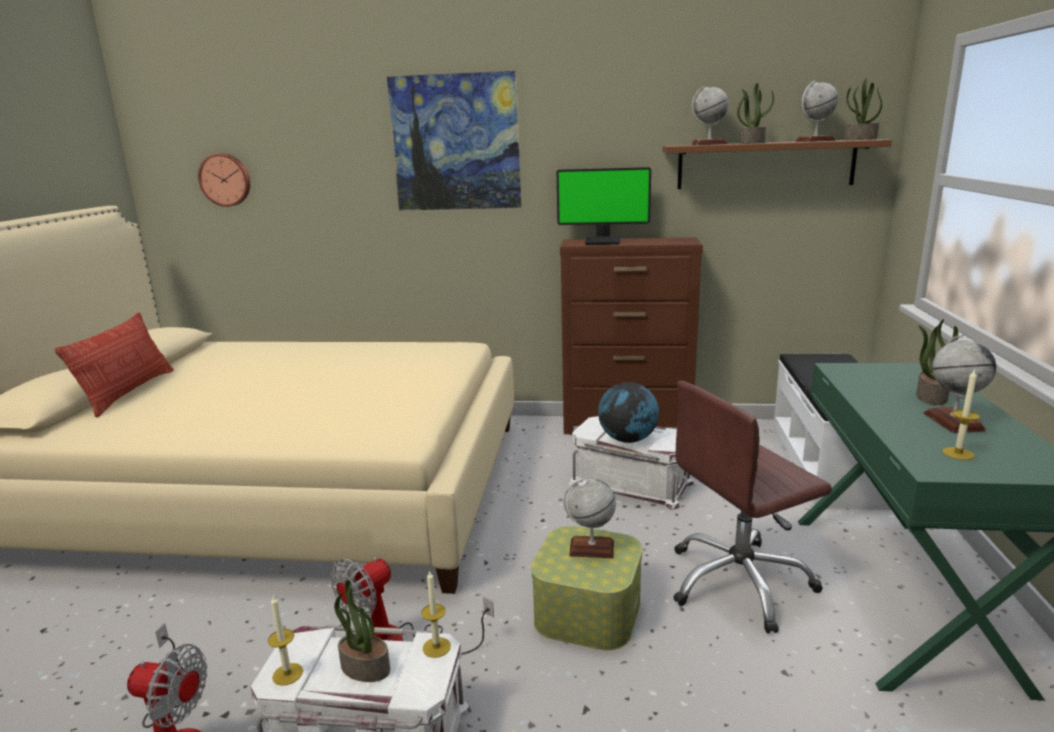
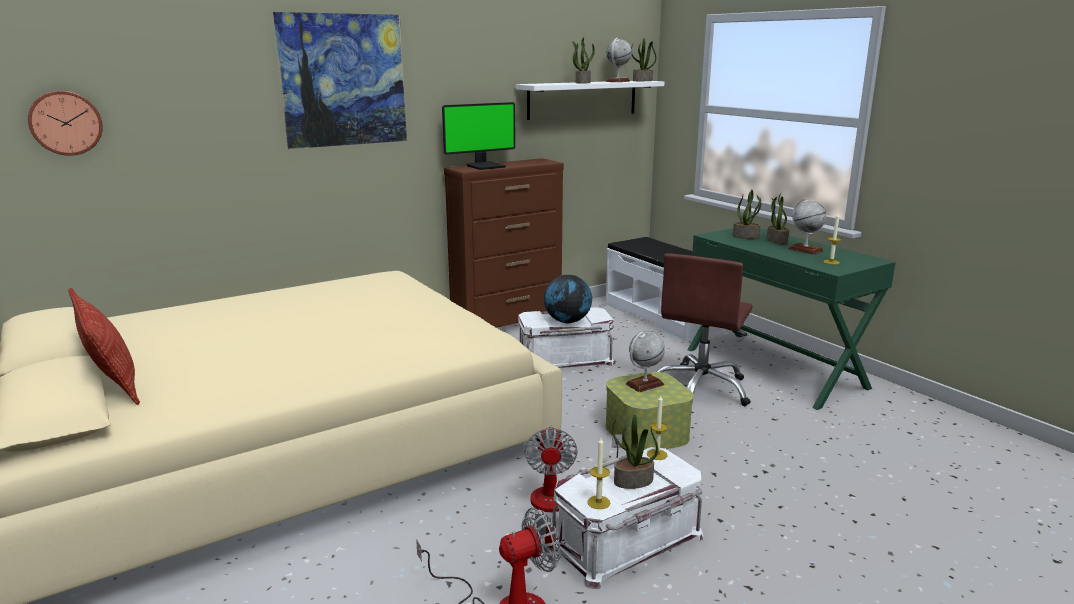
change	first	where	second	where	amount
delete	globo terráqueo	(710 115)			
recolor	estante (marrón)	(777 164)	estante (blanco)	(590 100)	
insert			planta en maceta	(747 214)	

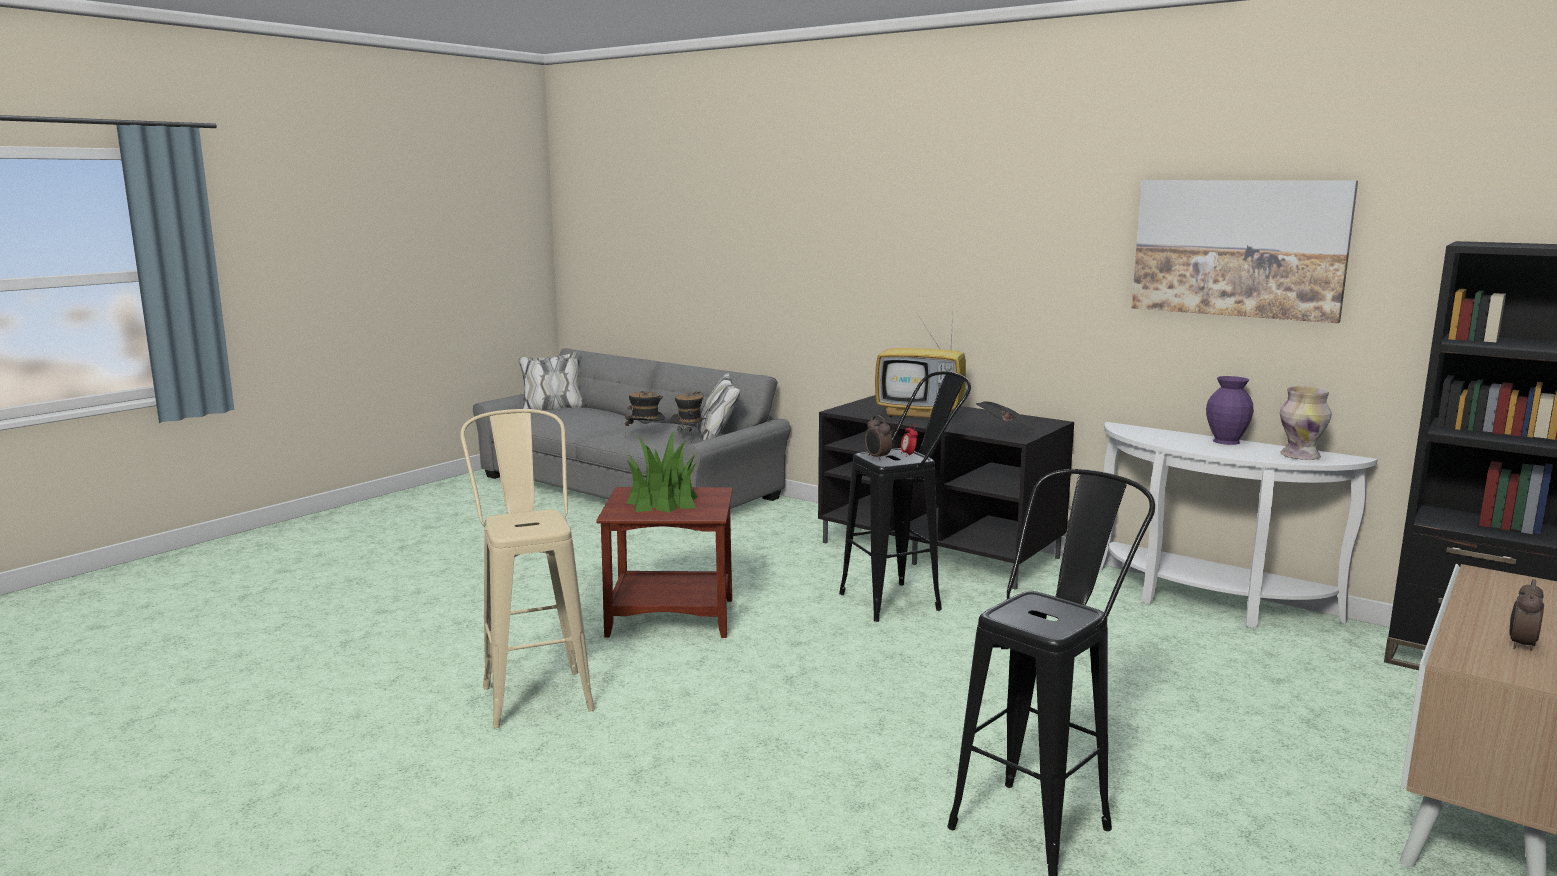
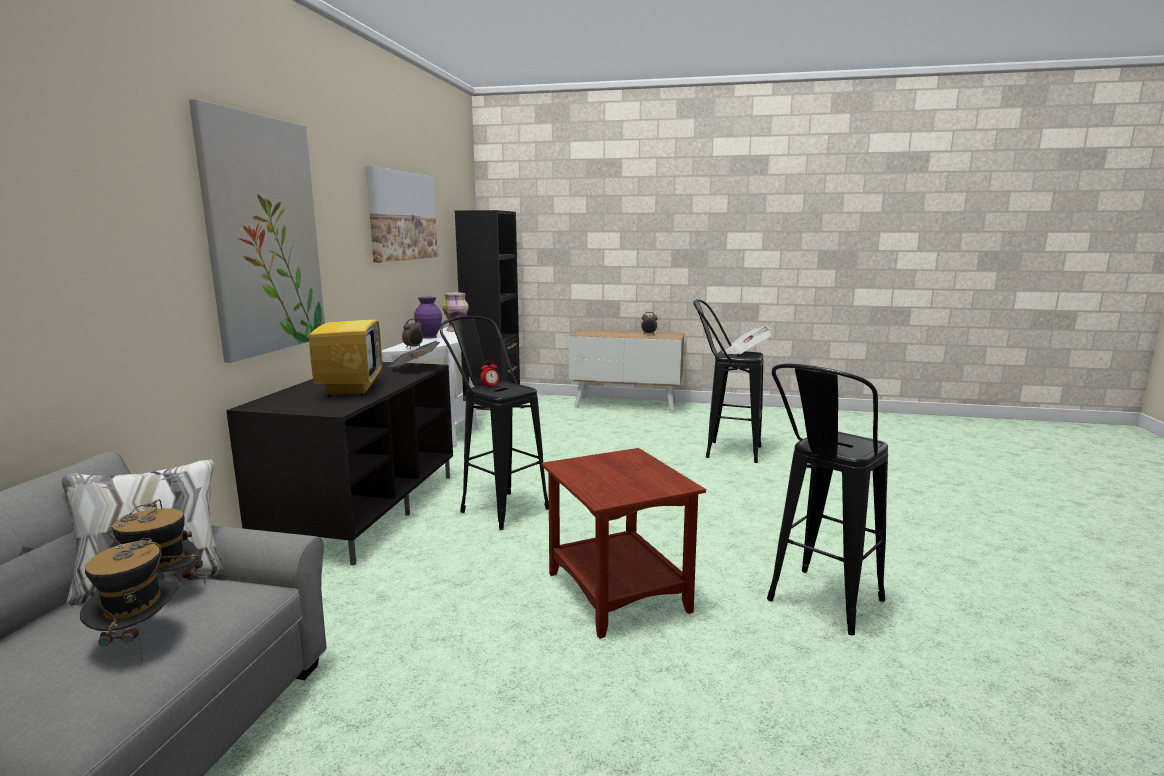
change	first	where	second	where	amount
recolor	taburete (beis)	(527 568)	taburete (negro)	(827 499)	
move	despertador	(878 437)		(412 334)	
delete	planta en maceta	(662 472)			
insert			cuadro	(257 231)	
insert			periódico	(747 341)	

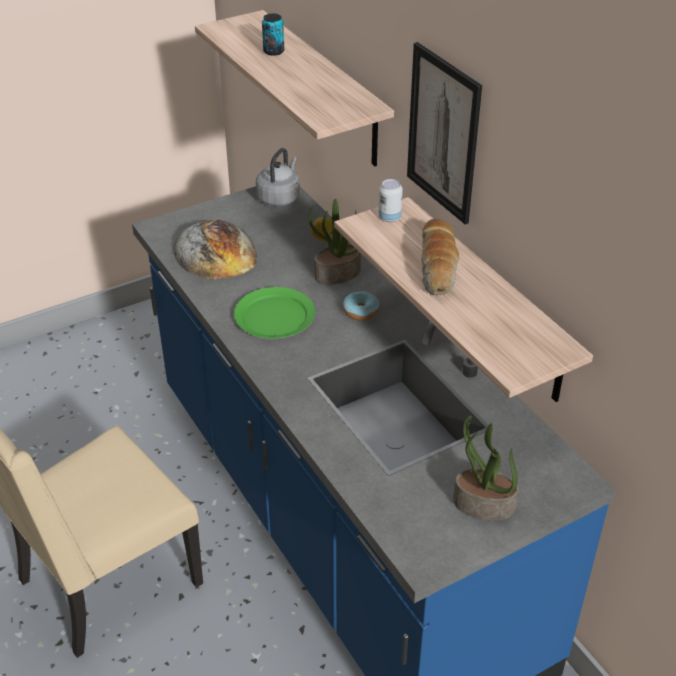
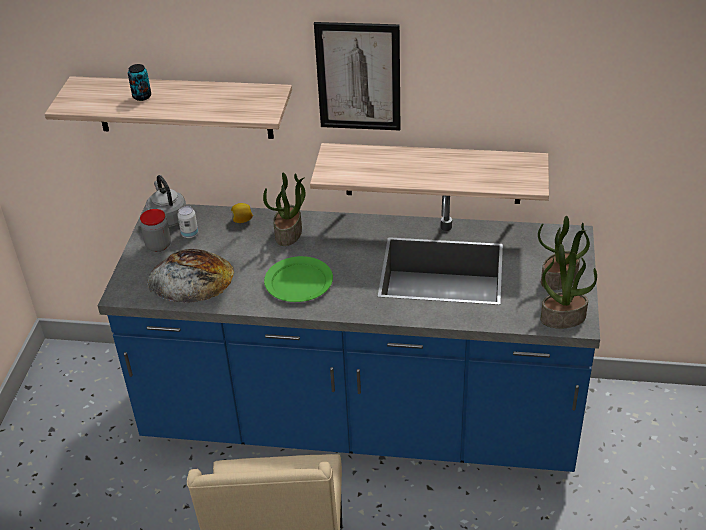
change	first	where	second	where	amount
move	lata	(391 200)		(187 222)	
delete	pan	(440 256)			
delete	rosquilla	(361 306)			
insert			tarro	(155 230)	
insert			planta en maceta	(568 286)	

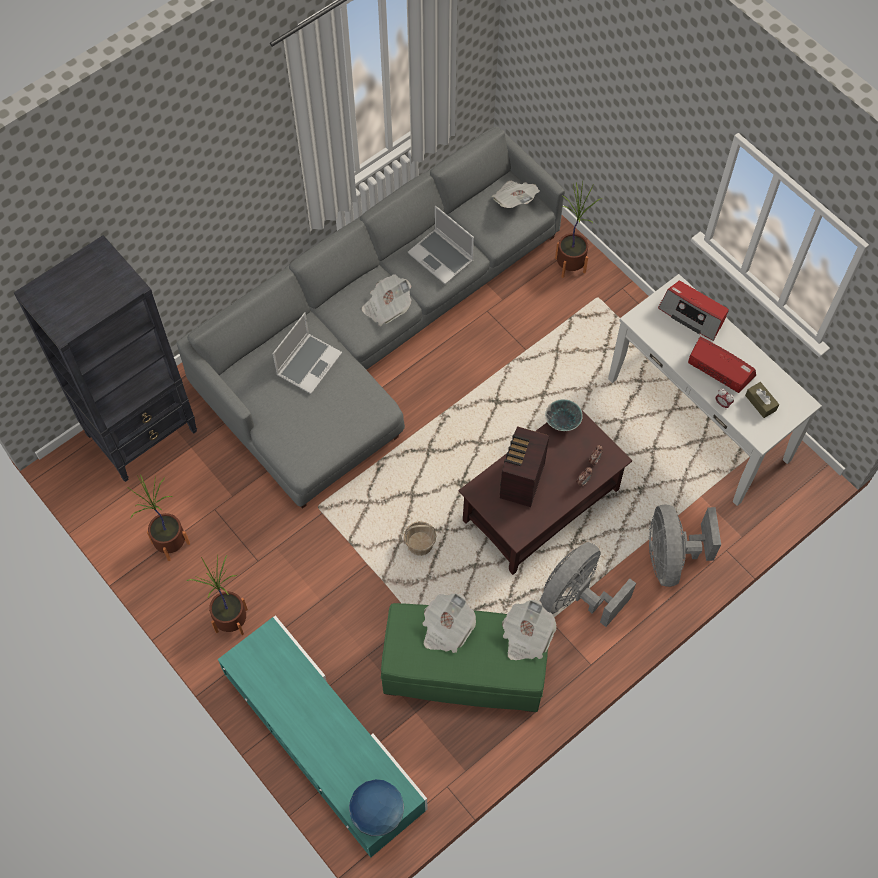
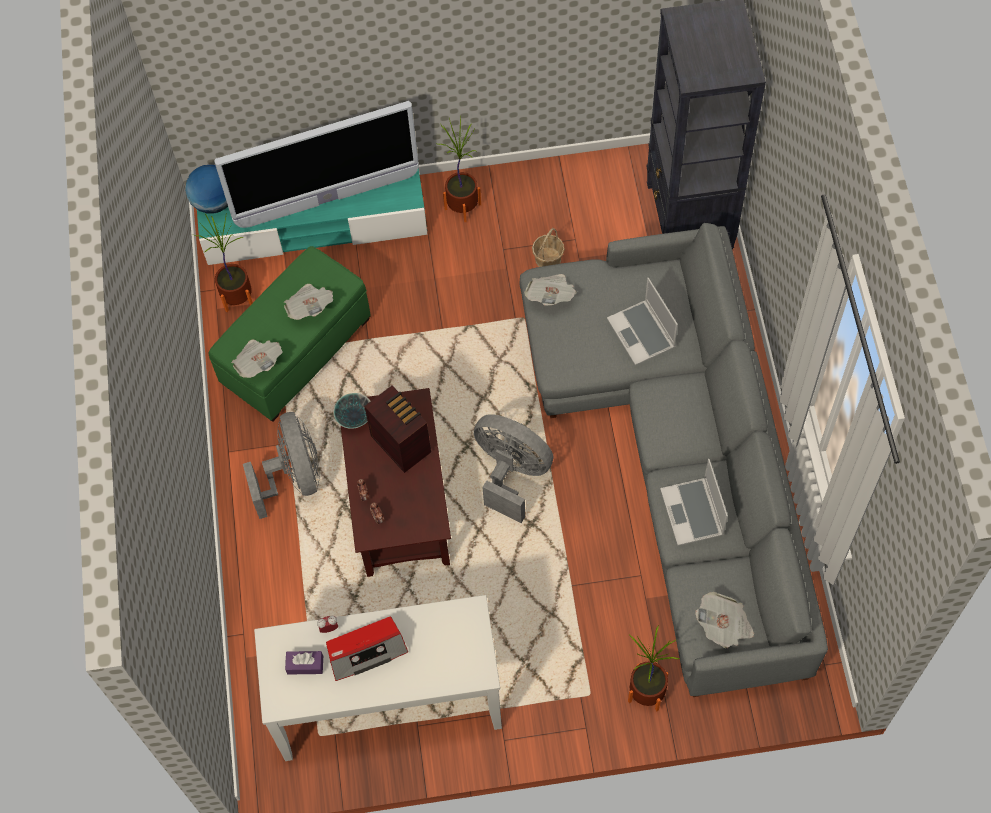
change	first	where	second	where	amount
rotate	portátil	(441 245)		(694 502)	90 degrees counterclockwise
move	periódico	(387 300)		(550 290)	
delete	radio	(693 311)			
recolor	caja de pañuelos (marrón)	(762 400)	caja de pañuelos (morado)	(304 662)	
move	cuenco	(564 415)		(351 411)	
move	planta en maceta	(159 517)		(223 262)	
move	ventilador (gris)	(685 545)		(514 468)	
move	cesta	(420 538)		(548 247)	
insert			televisor	(317 164)	

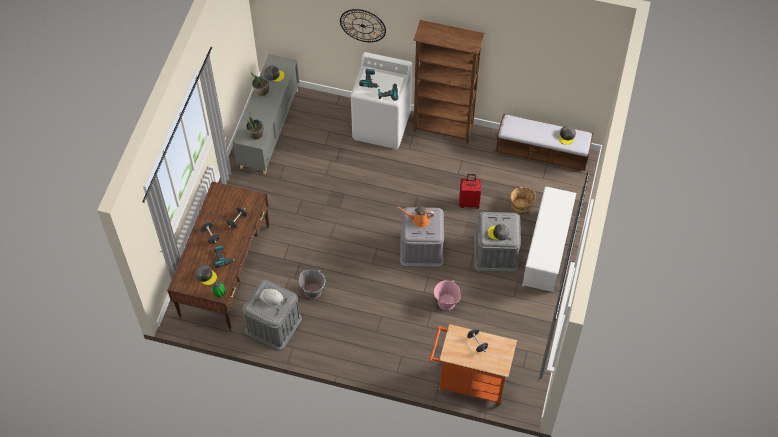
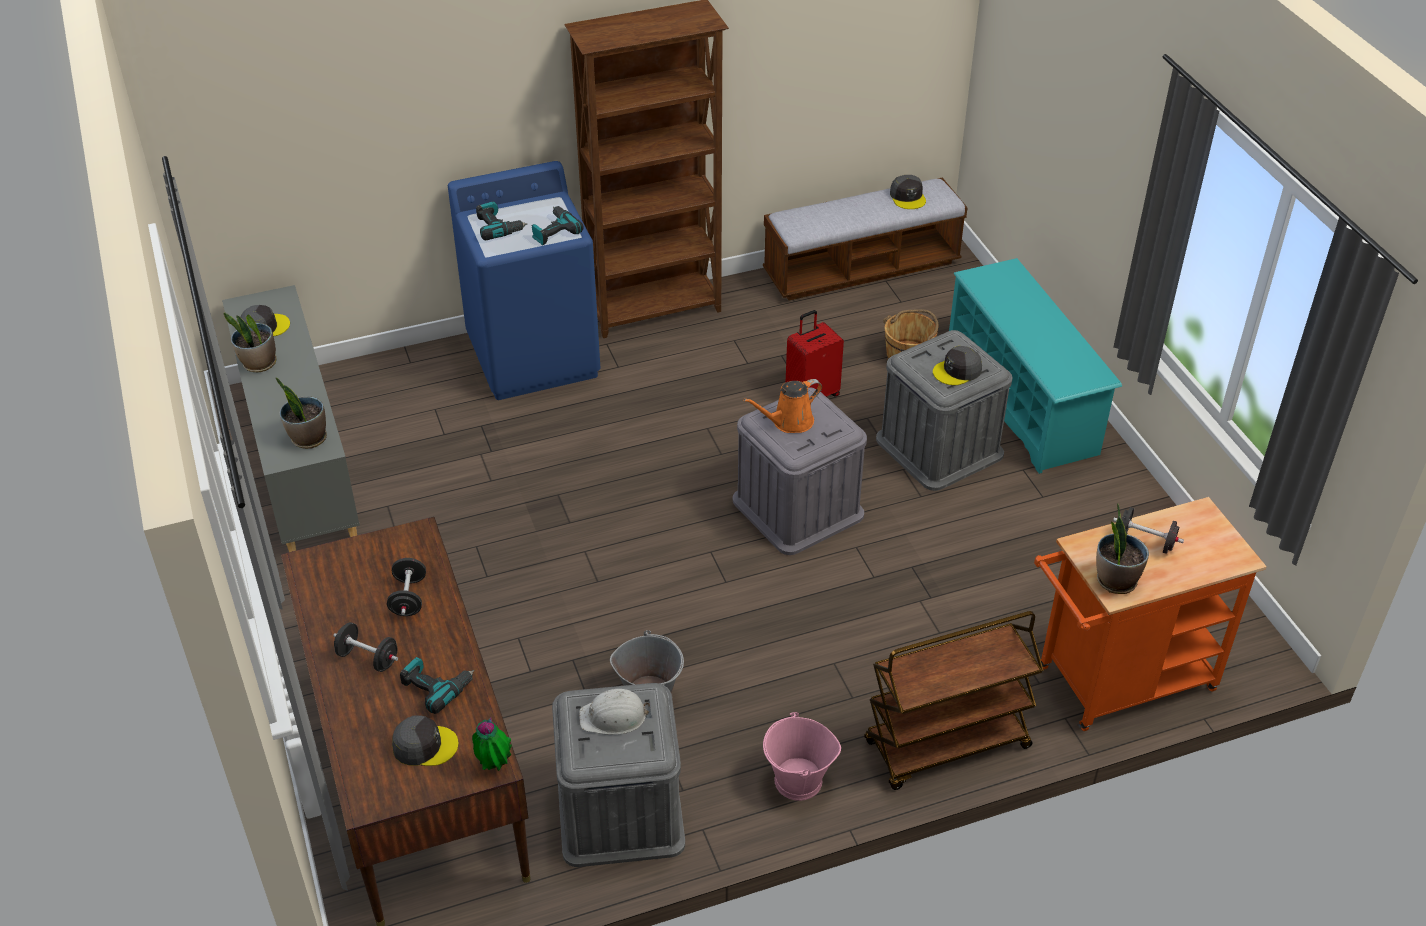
change	first	where	second	where	amount
delete	reloj de pared	(363 25)			
recolor	lavadora (blanco)	(381 100)	lavadora (azul)	(524 280)	
recolor	zapatero (blanco)	(549 239)	zapatero (turquesa)	(1035 366)	
move	cubo (rosa)	(447 295)		(802 756)	
insert			planta en maceta	(1122 548)	
insert			carrito (marrón)	(954 700)	

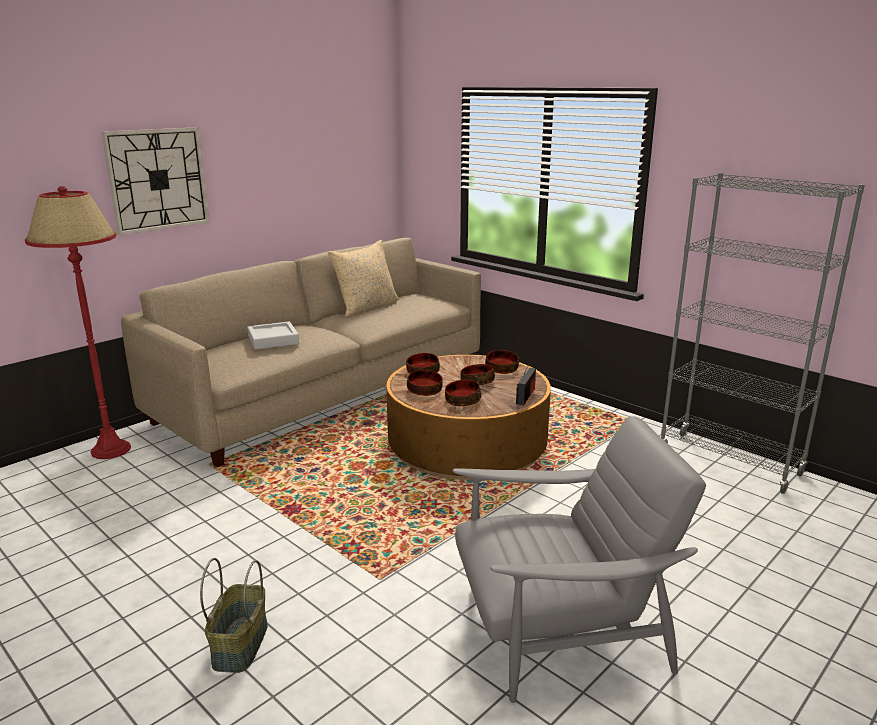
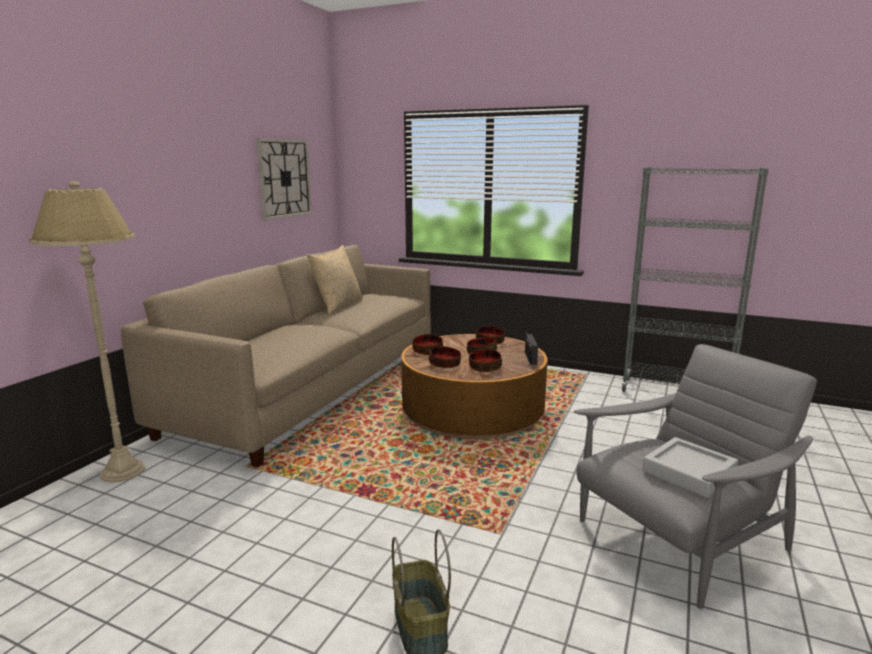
change	first	where	second	where	amount
move	reloj de pared	(155 181)		(284 179)	
recolor	lámpara de pie (rojo)	(78 322)	lámpara de pie (beis)	(87 332)	
move	bandeja (gris)	(273 335)		(690 467)	

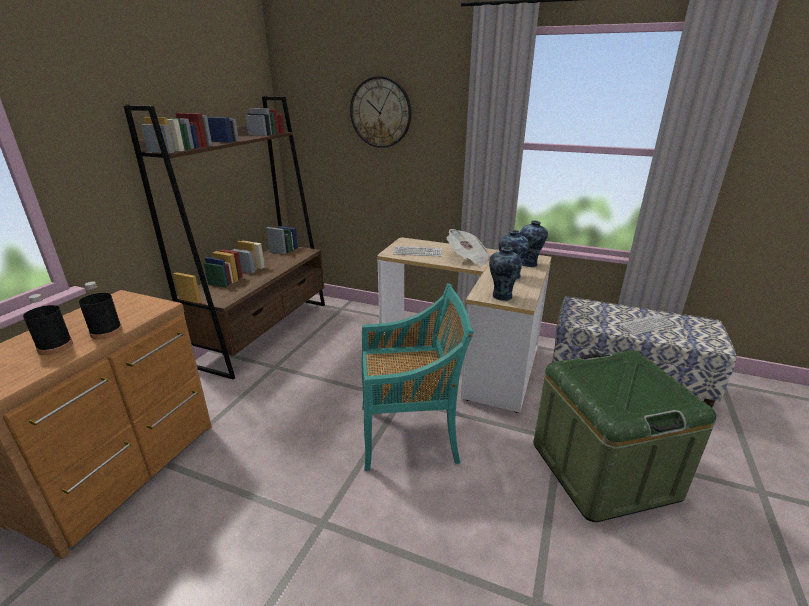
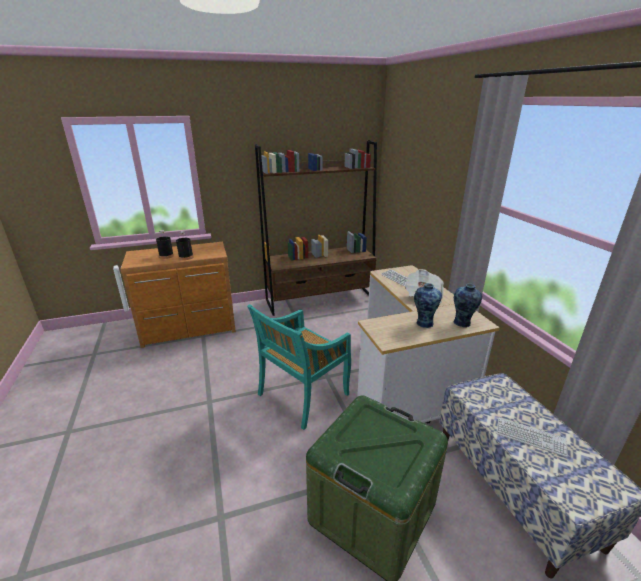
change	first	where	second	where	amount
delete	reloj de pared	(381 112)			
delete	florero	(505 274)			
rotate	silla (turquesa)	(418 377)		(299 367)	90 degrees clockwise

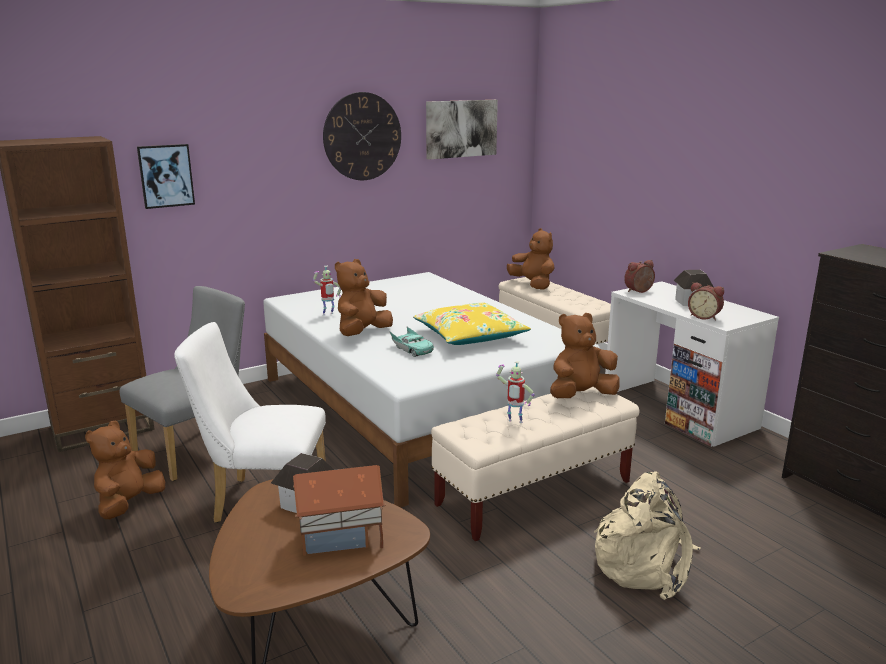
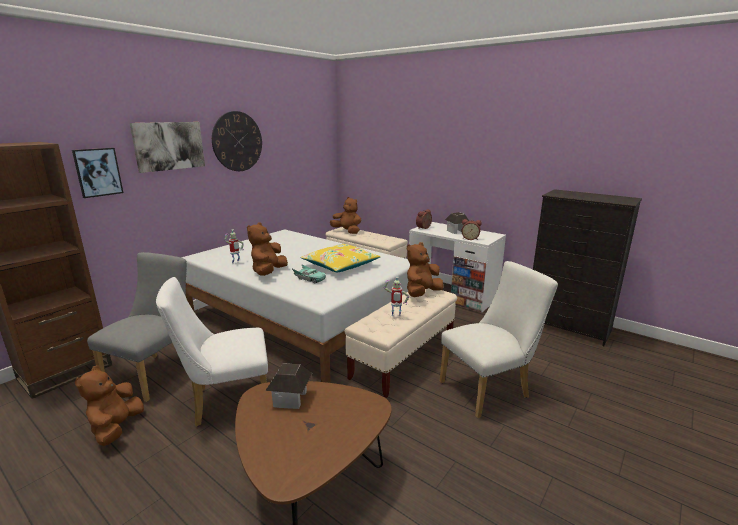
change	first	where	second	where	amount
move	cuadro	(462 130)		(167 147)	
delete	casita	(339 510)			
replace	mochila (beis)	(647 535)	silla (blanco)	(499 339)	

